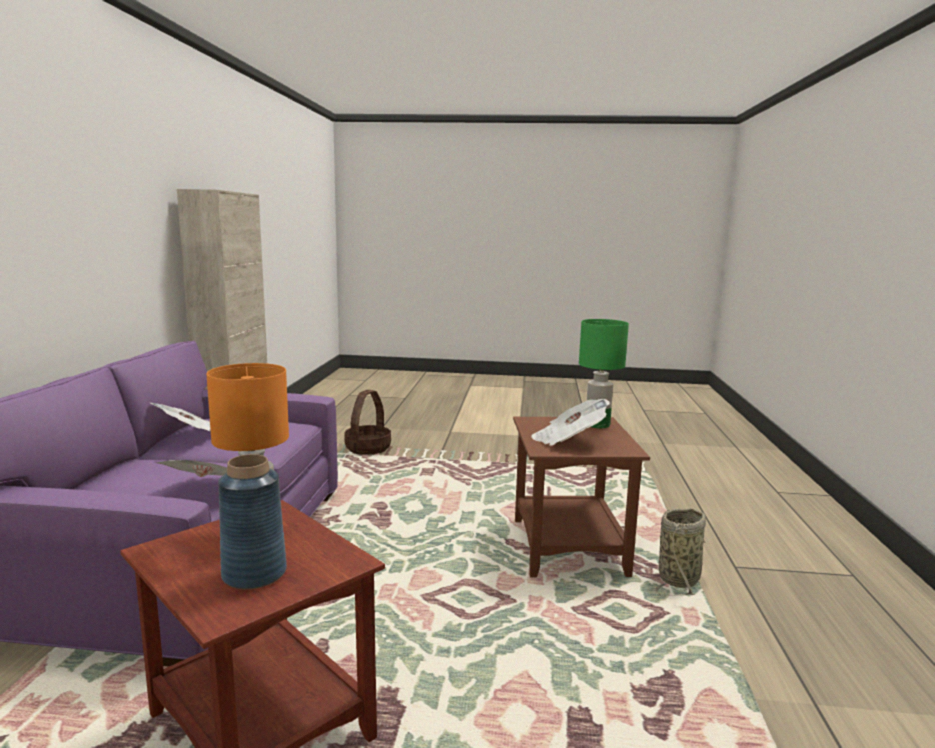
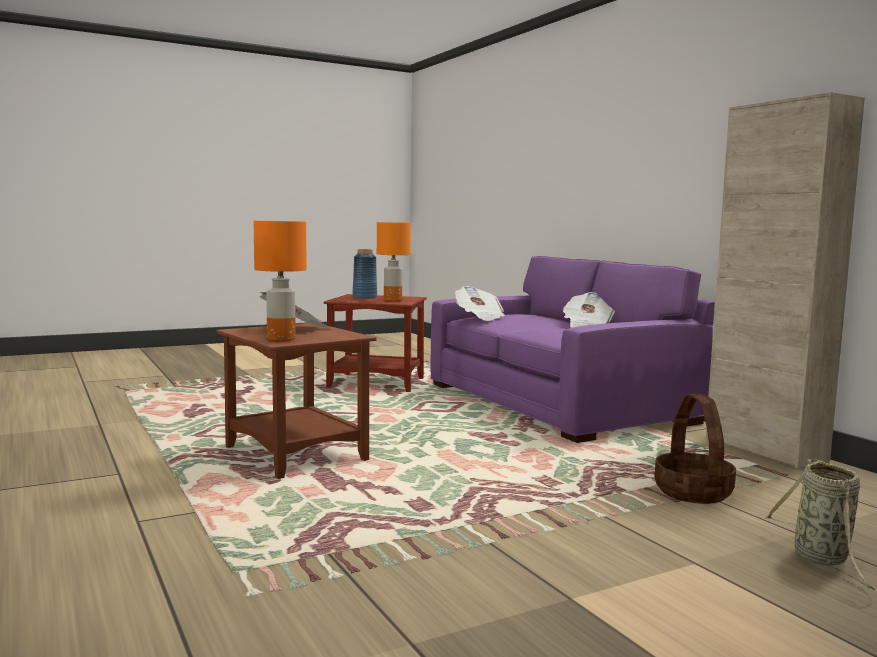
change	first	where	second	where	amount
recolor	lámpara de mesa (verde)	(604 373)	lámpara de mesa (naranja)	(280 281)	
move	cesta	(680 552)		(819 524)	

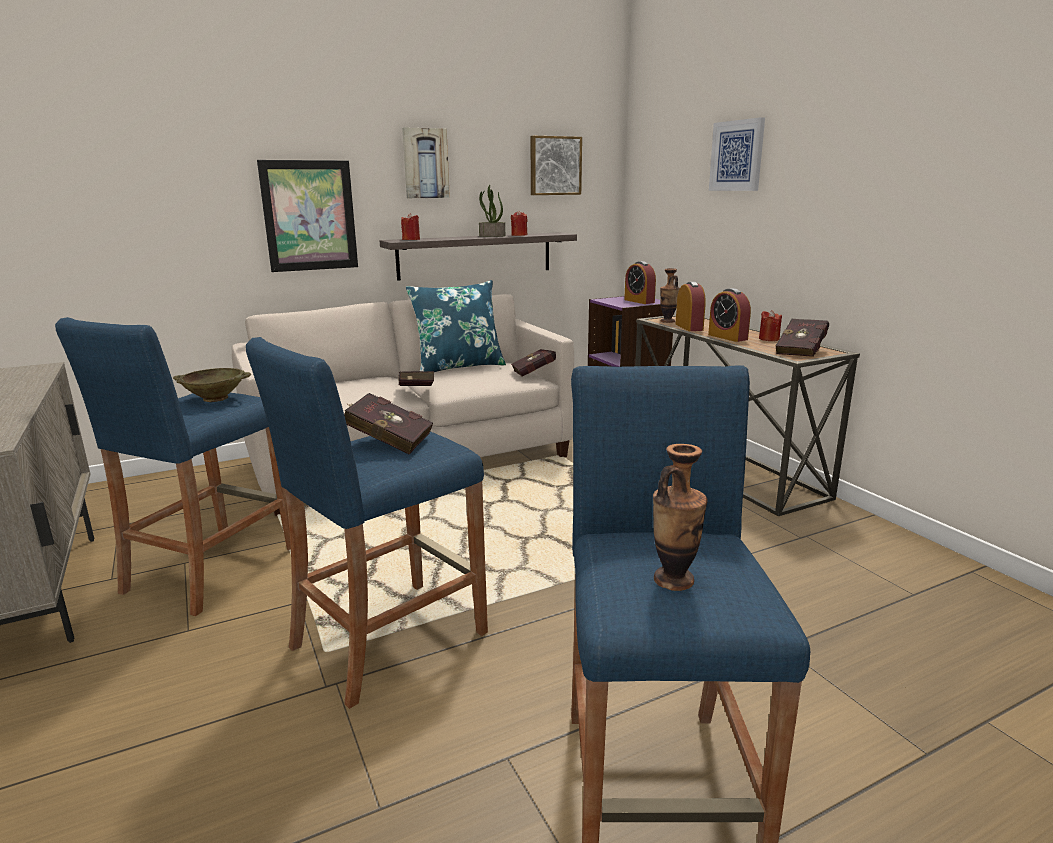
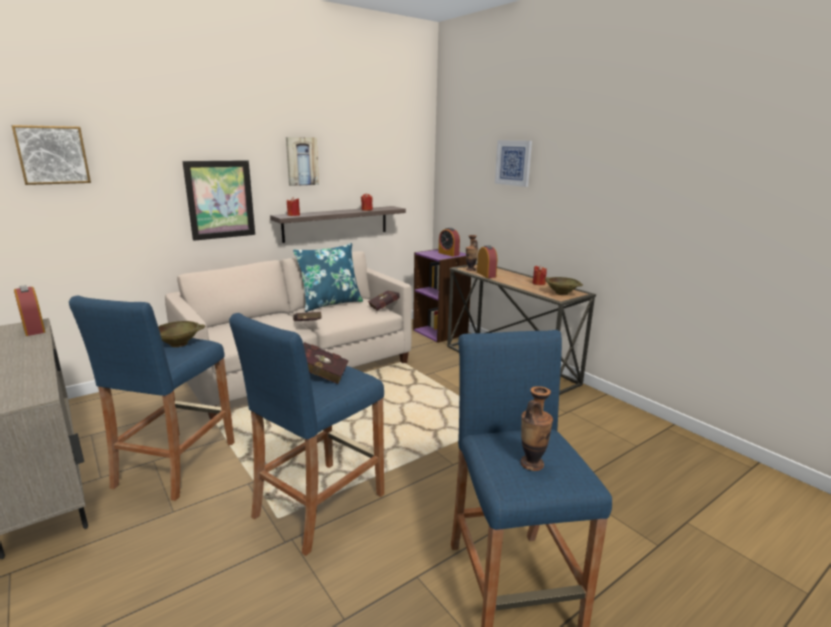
change	first	where	second	where	amount
move	cuadro	(556 165)		(51 155)	
delete	planta en maceta	(492 211)			
move	despertador	(729 315)		(29 310)	
replace	libro (rojo)	(802 338)	cuenco (beis)	(564 286)	

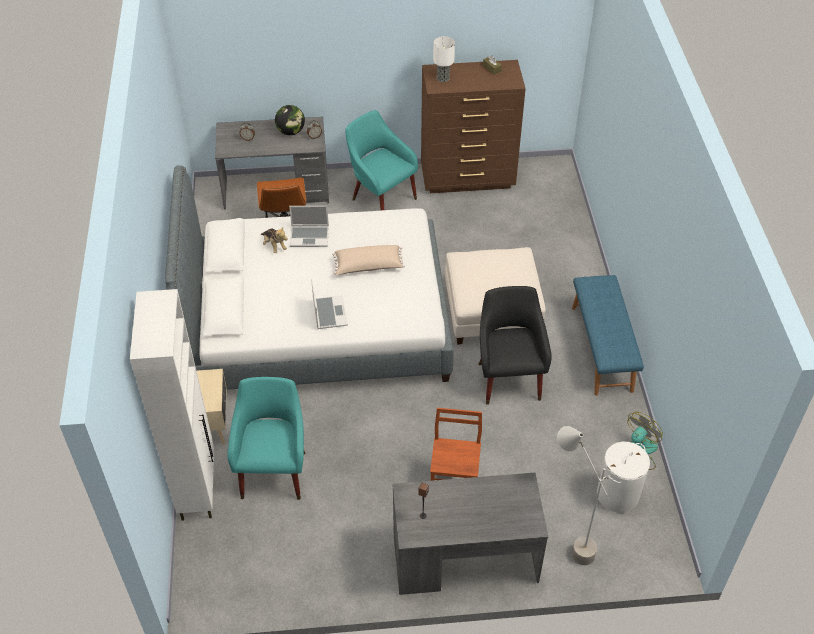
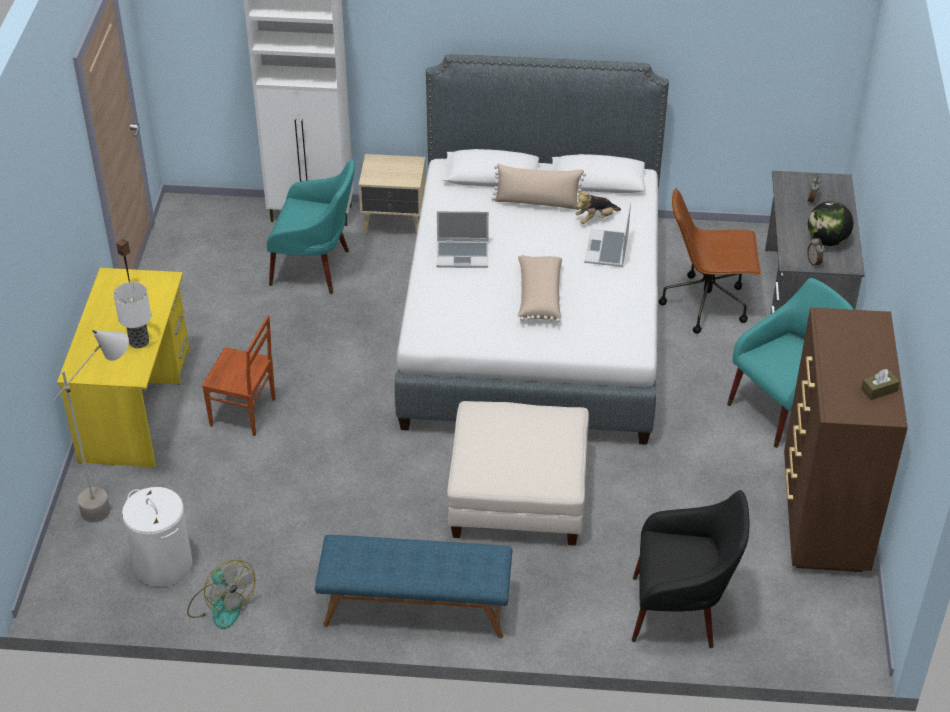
change	first	where	second	where	amount
move	lámpara de mesa	(444 59)		(132 315)	
move	sillón (negro)	(515 345)		(690 569)	
recolor	escritorio (gris)	(470 534)	escritorio (amarillo)	(123 368)	
insert			cojín (beis)	(538 187)	

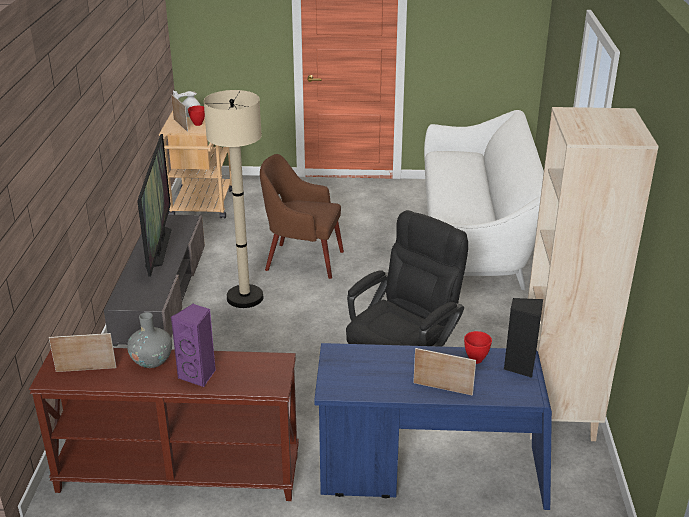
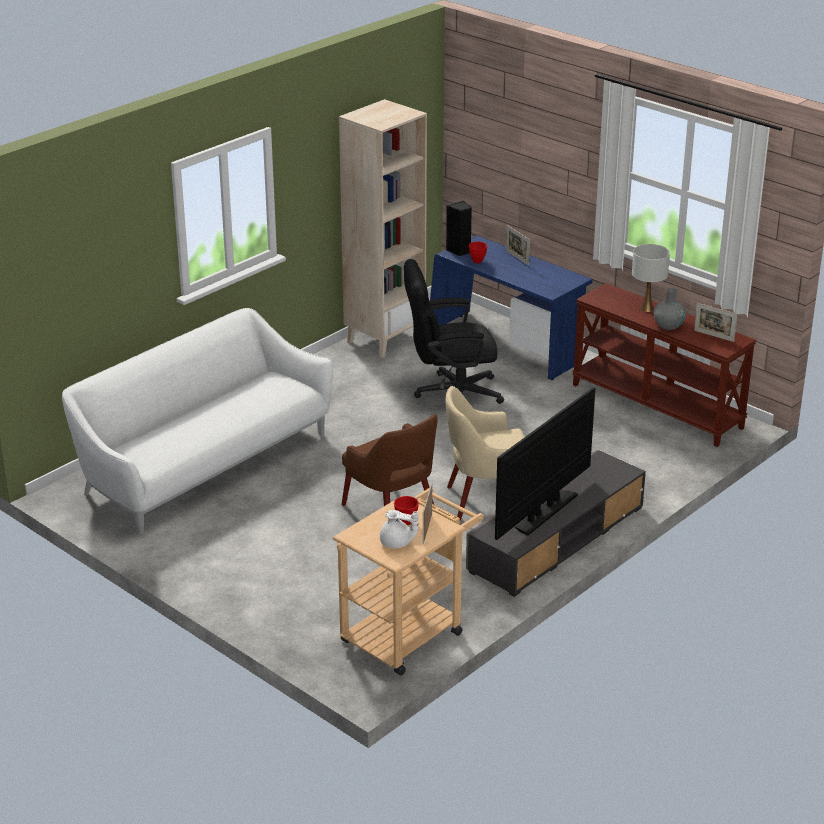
change	first	where	second	where	amount
replace	lámpara de pie (beis)	(234 199)	sillón (beis)	(485 453)	
replace	altavoz (morado)	(193 345)	lámpara de mesa (blanco)	(651 278)	

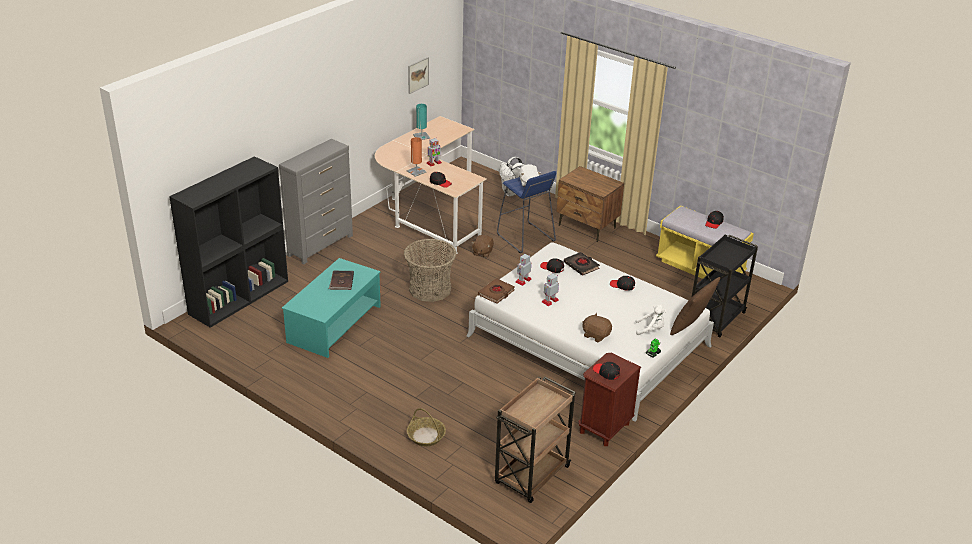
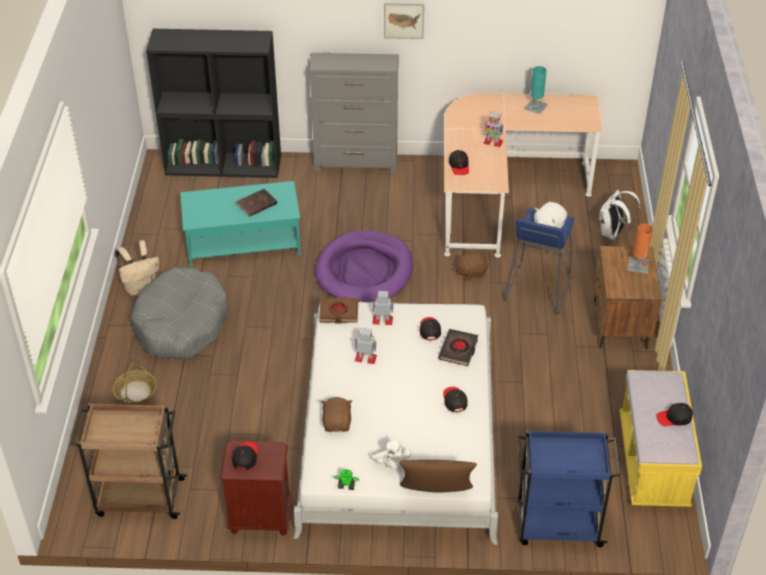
change	first	where	second	where	amount
move	cuadro	(418 75)		(404 21)	
move	lámpara de mesa (naranja)	(417 157)		(640 249)	
recolor	carrito (negro)	(724 285)	carrito (azul)	(569 488)	
replace	cesta	(430 270)	cama para perro (morado)	(364 266)	
insert			mochila (beis)	(137 268)	
insert			cama para perro (gris)	(180 313)	

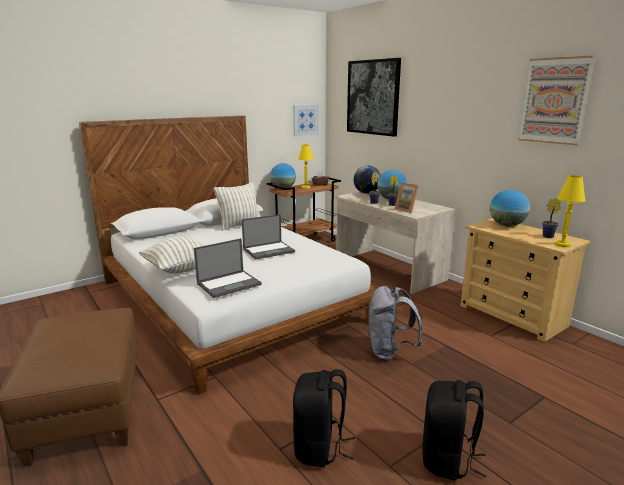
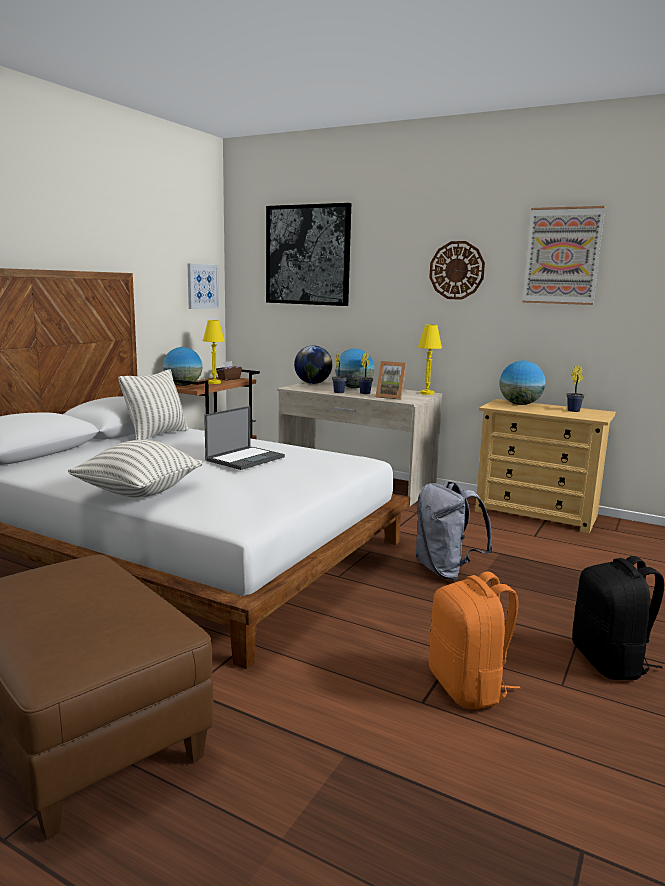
change	first	where	second	where	amount
move	lámpara de mesa (amarillo)	(570 211)		(430 360)	
delete	portátil	(228 268)			
recolor	mochila (negro)	(324 418)	mochila (naranja)	(475 640)	
insert			reloj de pared	(457 270)	

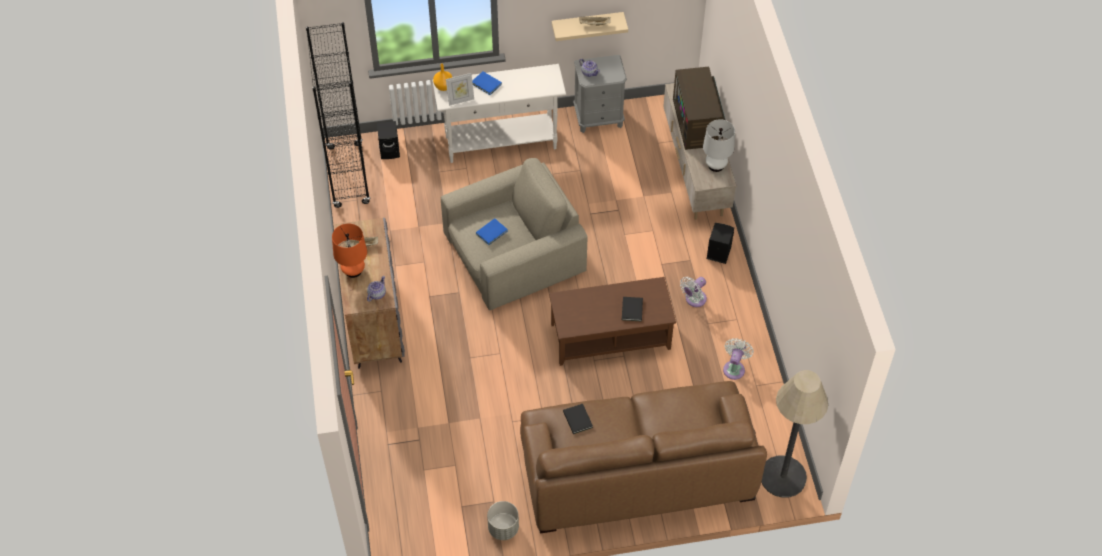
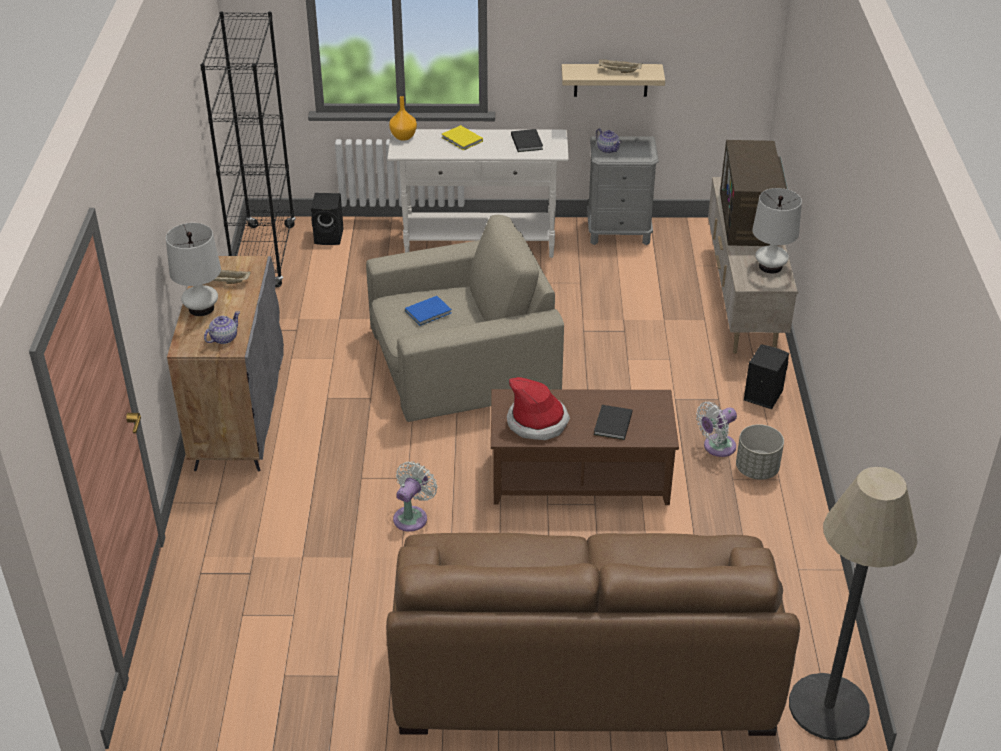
change	first	where	second	where	amount
recolor	libro (azul)	(487 83)	libro (amarillo)	(462 137)	
delete	portarretratos	(460 89)			
recolor	lámpara de mesa (naranja)	(349 251)	lámpara de mesa (blanco)	(193 269)	
move	ventilador (blanco)	(738 359)		(415 496)	
move	libro (negro)	(578 419)		(527 140)	
move	maceta (gris)	(503 520)		(760 452)	
insert			sombrero	(538 408)	

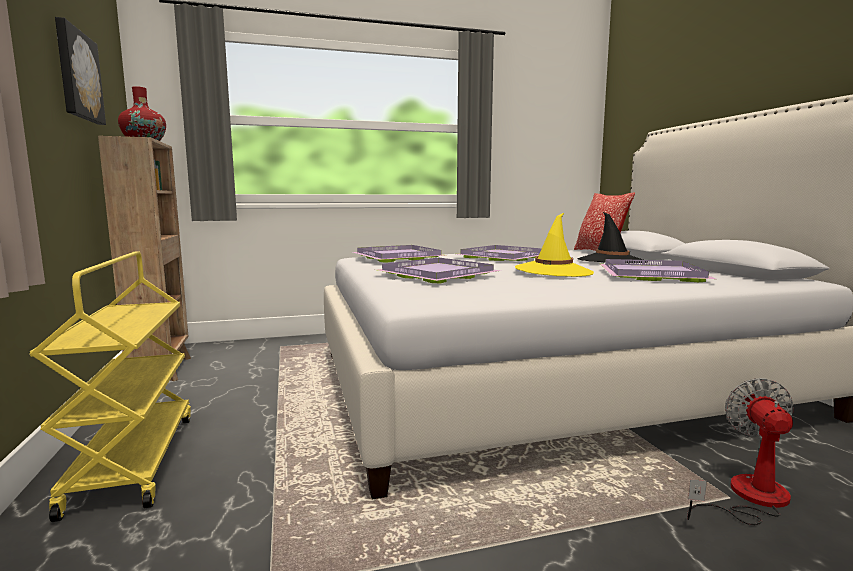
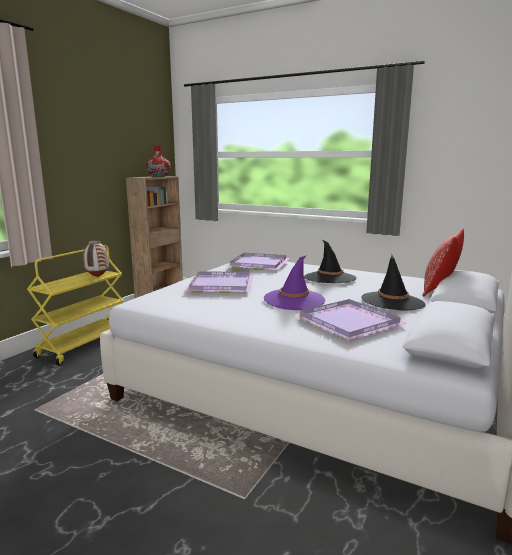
change	first	where	second	where	amount
delete	cuadro	(80 71)			
recolor	sombrero (amarillo)	(554 245)	sombrero (morado)	(294 282)	
replace	bandeja (morado)	(500 253)	sombrero (negro)	(330 261)	
delete	ventilador	(740 451)			
insert			florero	(96 258)	

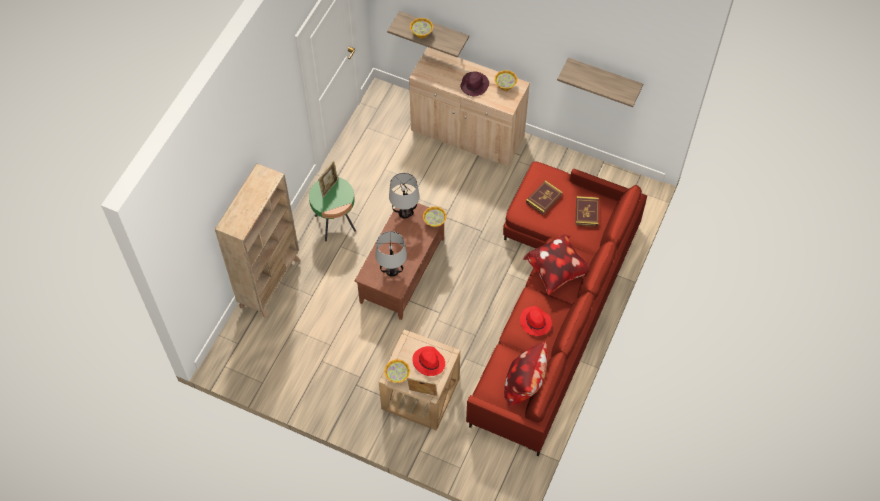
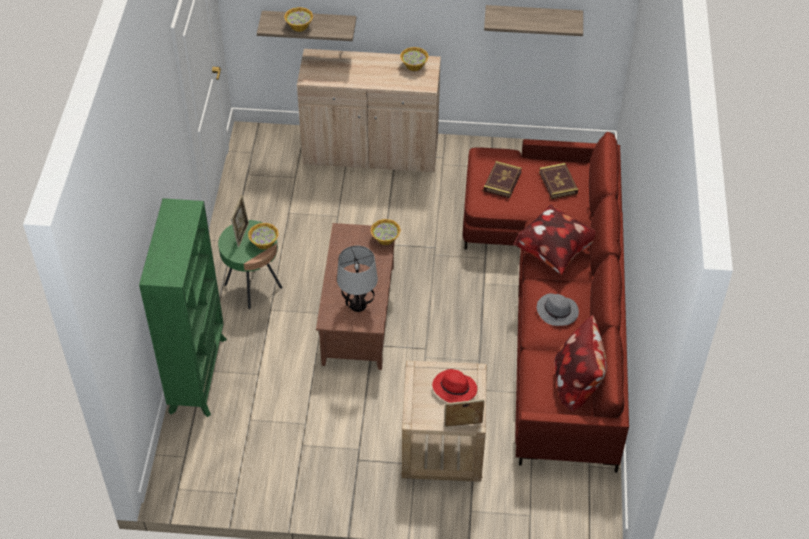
change	first	where	second	where	amount
delete	sombrero (morado)	(474 84)			
recolor	estantería (beis)	(257 240)	estantería (verde)	(183 307)	
delete	lámpara de mesa	(404 196)			
recolor	sombrero (rojo)	(536 321)	sombrero (gris)	(558 309)	
move	cuenco	(397 371)		(263 236)	

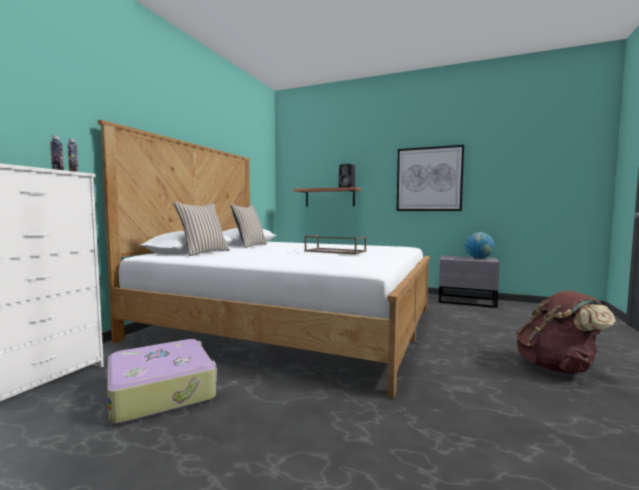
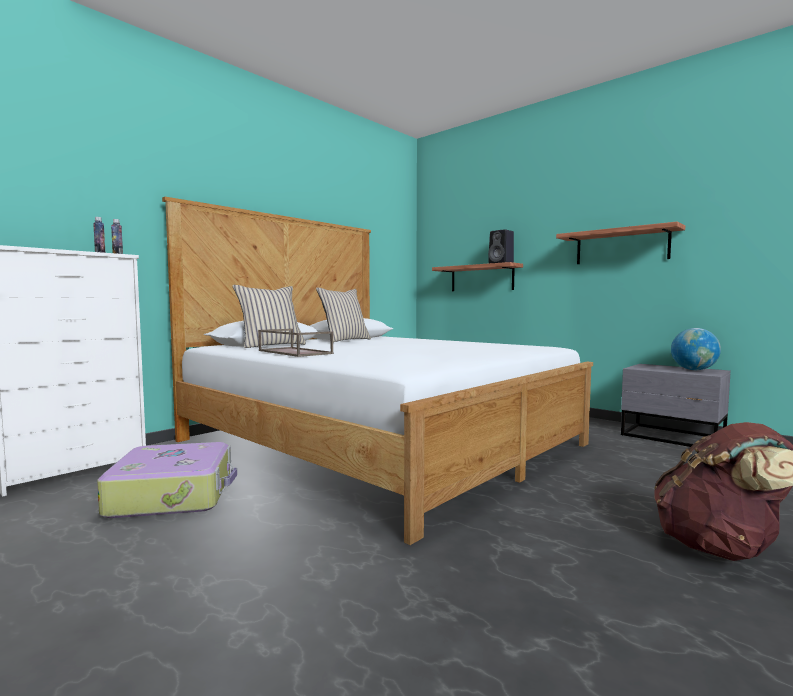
change	first	where	second	where	amount
replace	cuadro	(430 178)	estante	(620 242)	
move	bandeja (marrón)	(335 245)		(296 343)	

